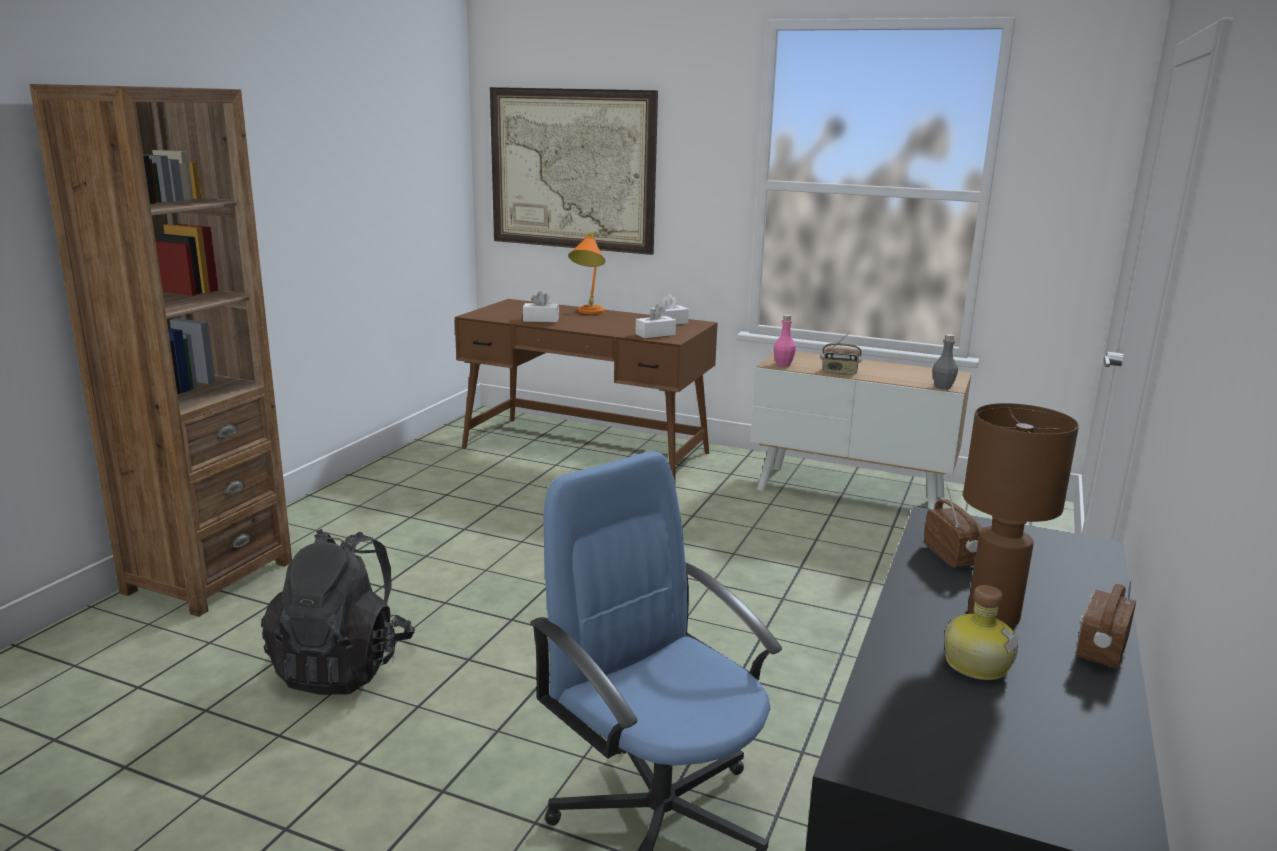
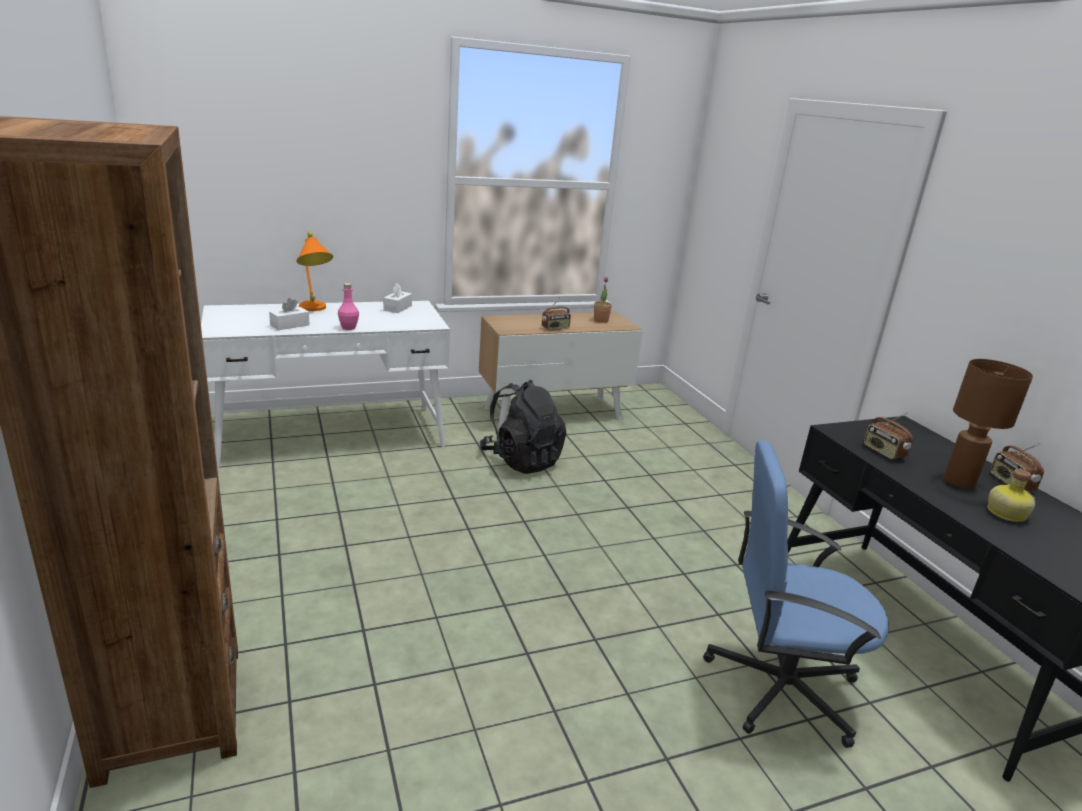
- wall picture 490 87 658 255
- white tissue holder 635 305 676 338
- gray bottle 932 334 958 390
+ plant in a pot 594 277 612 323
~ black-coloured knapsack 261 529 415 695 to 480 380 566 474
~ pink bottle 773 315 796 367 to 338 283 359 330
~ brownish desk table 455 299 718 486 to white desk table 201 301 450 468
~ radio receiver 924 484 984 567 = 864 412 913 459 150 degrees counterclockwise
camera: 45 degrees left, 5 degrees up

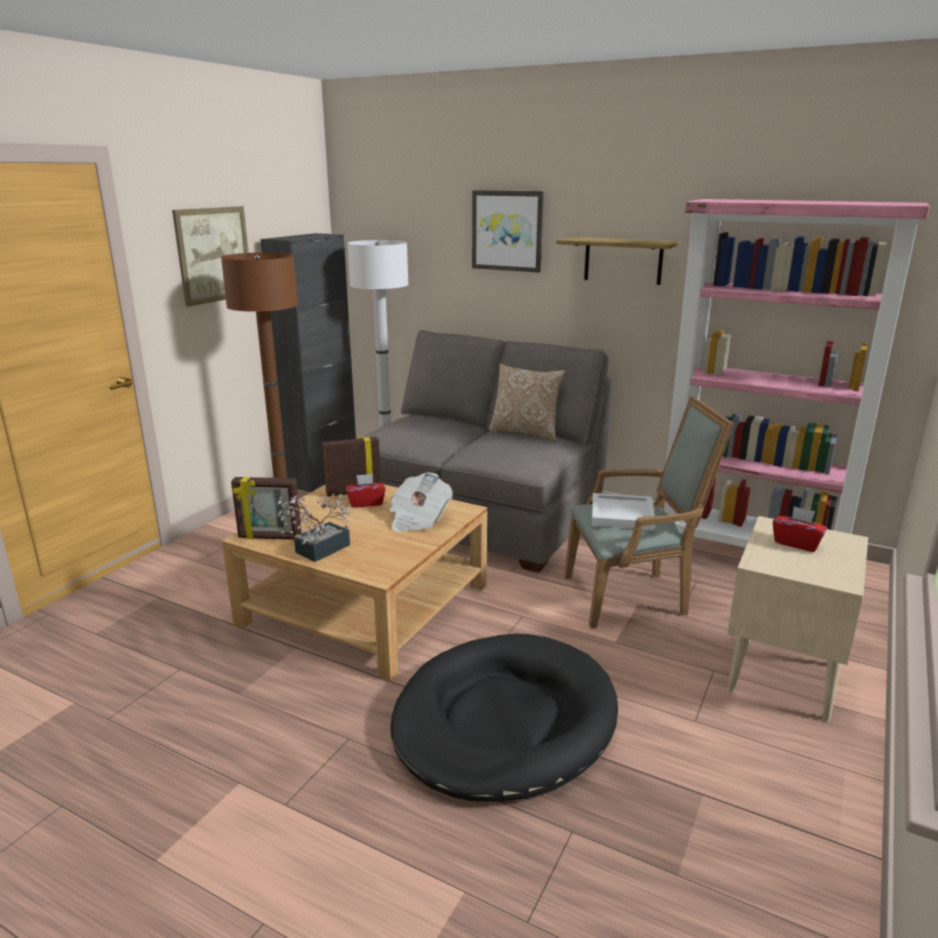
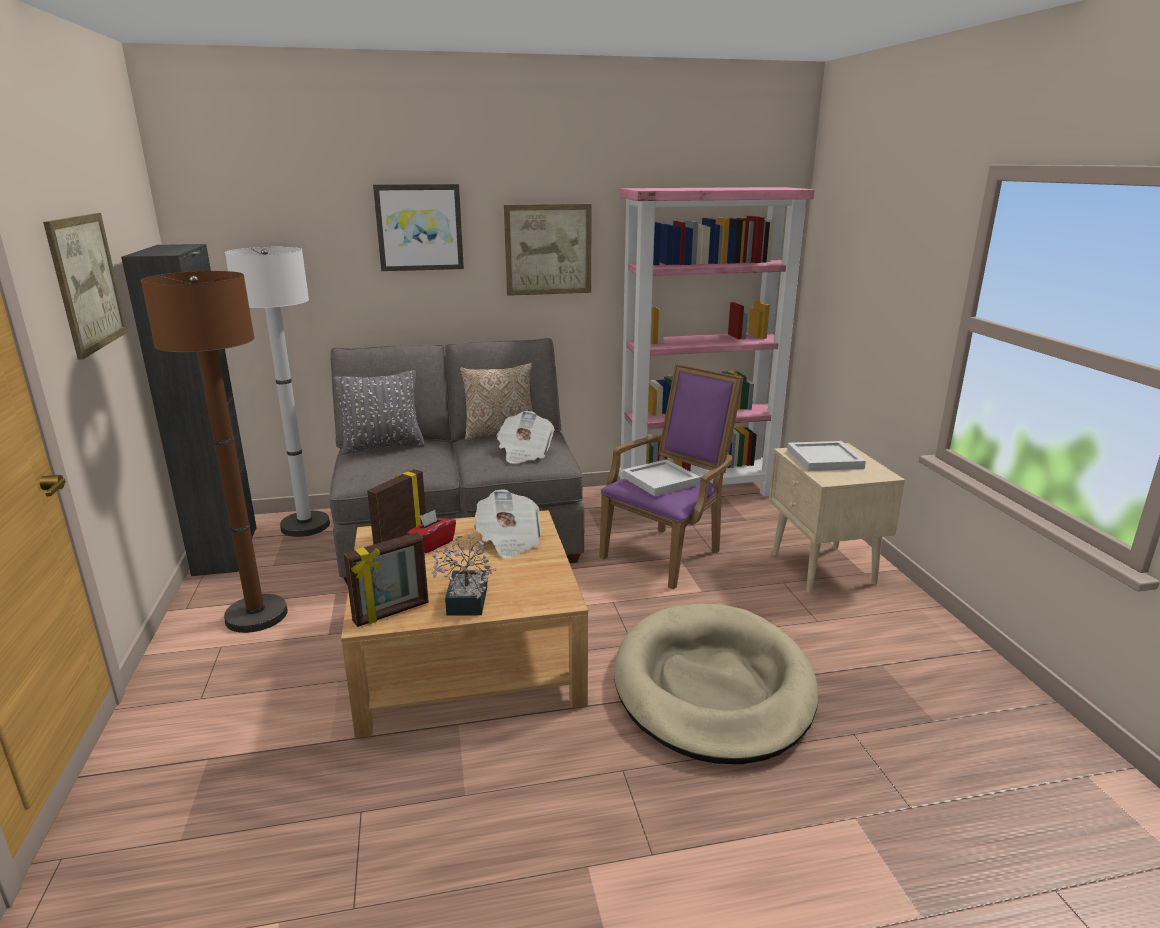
+ gray pillow 333 370 425 455
+ daily paper 497 411 555 464
~ shelf 556 237 681 285 to wall picture 504 204 592 296
~ red-coloured tissue holder 773 506 828 552 to white carrying tray 787 441 866 471
~ black-coloured pet bed 390 634 618 802 to beige-coloured pet bed 614 604 818 764
~ gray armchair 564 396 734 629 to purple armchair 599 364 744 589
camera: 40 degrees left, 0 degrees up

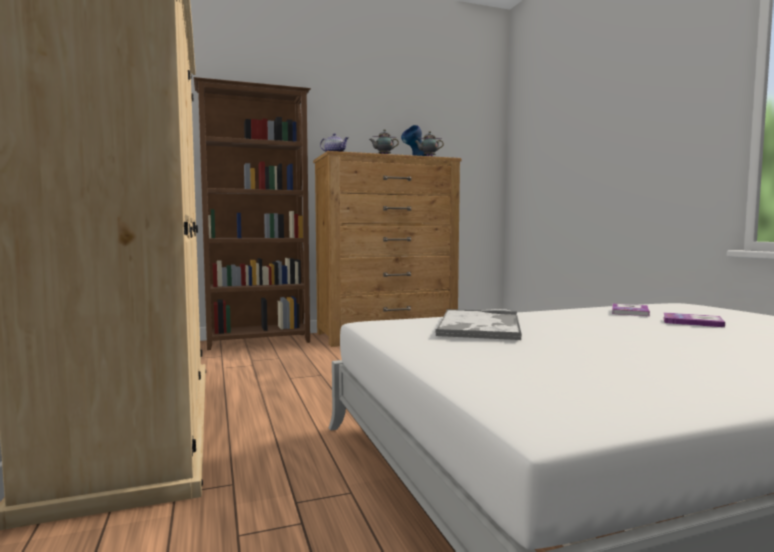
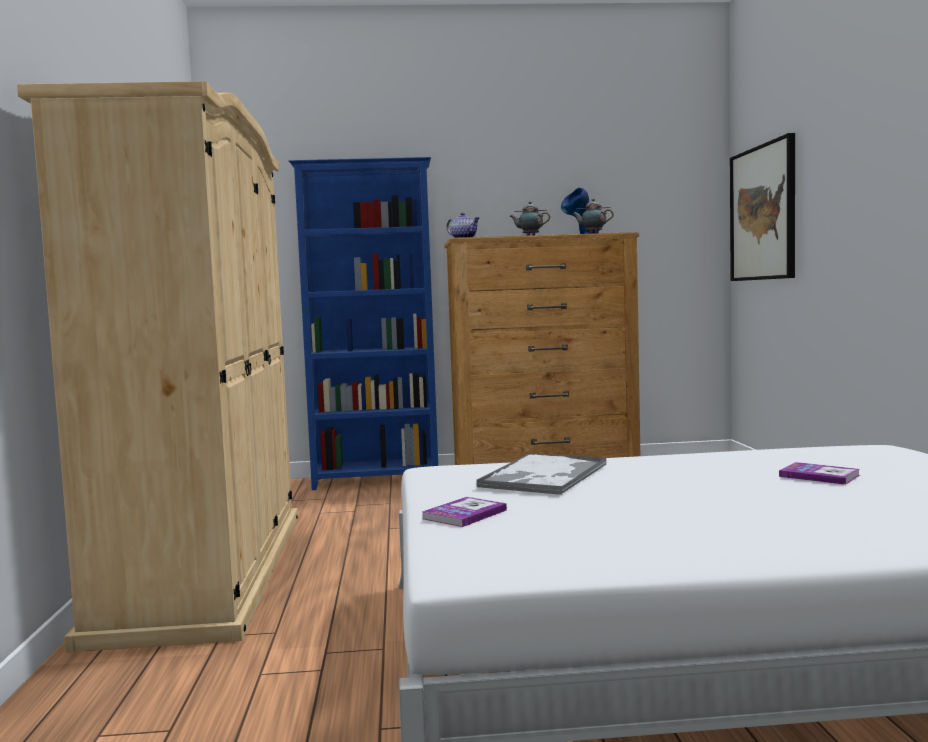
+ wall picture 730 133 795 281
~ bound book 612 304 650 316 to 422 497 507 527
~ brownish shelving unit 194 77 311 350 to bluish shelving unit 289 157 438 490
camera: 15 degrees right, 0 degrees up

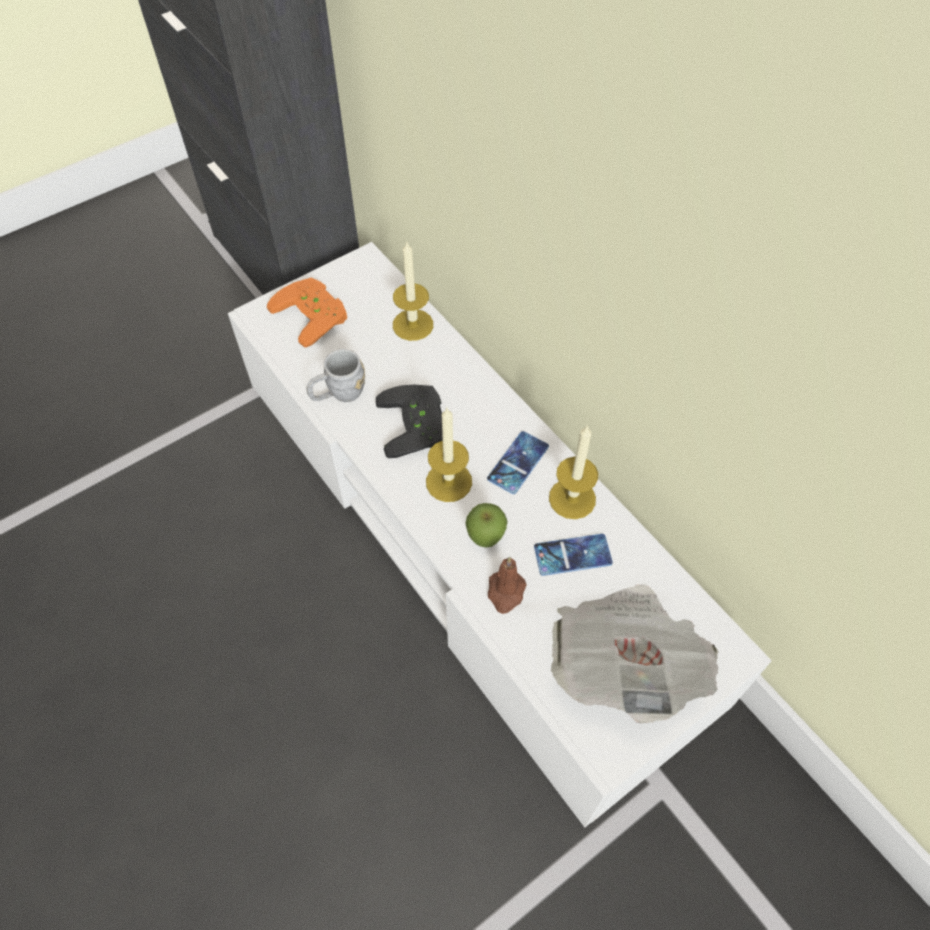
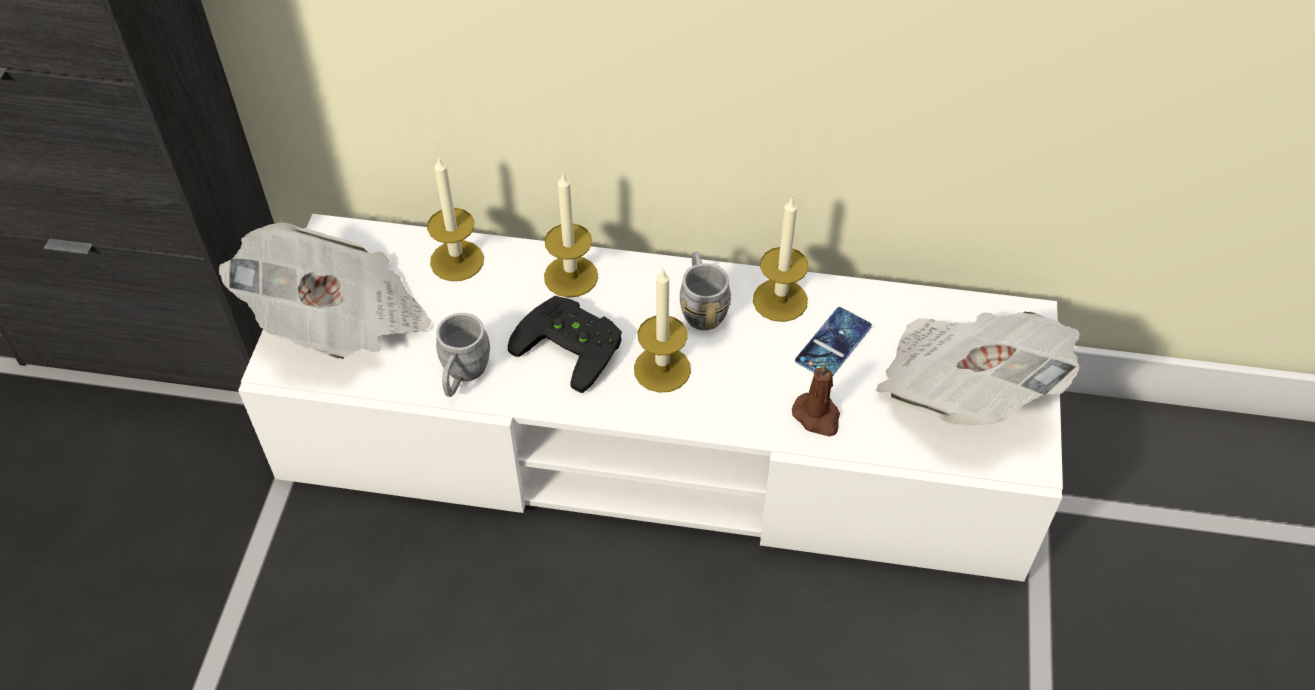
- apple 465 503 507 548
+ wax candle 544 174 598 298
~ orange gamepad 267 277 347 348 to daily paper 219 222 432 359
~ handset 487 431 549 494 to gray tea mug 680 252 731 331
camera: 45 degrees left, 5 degrees down

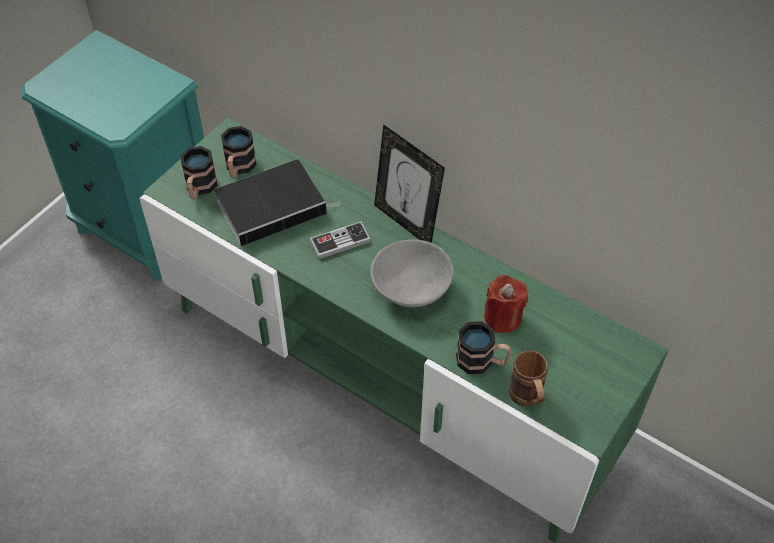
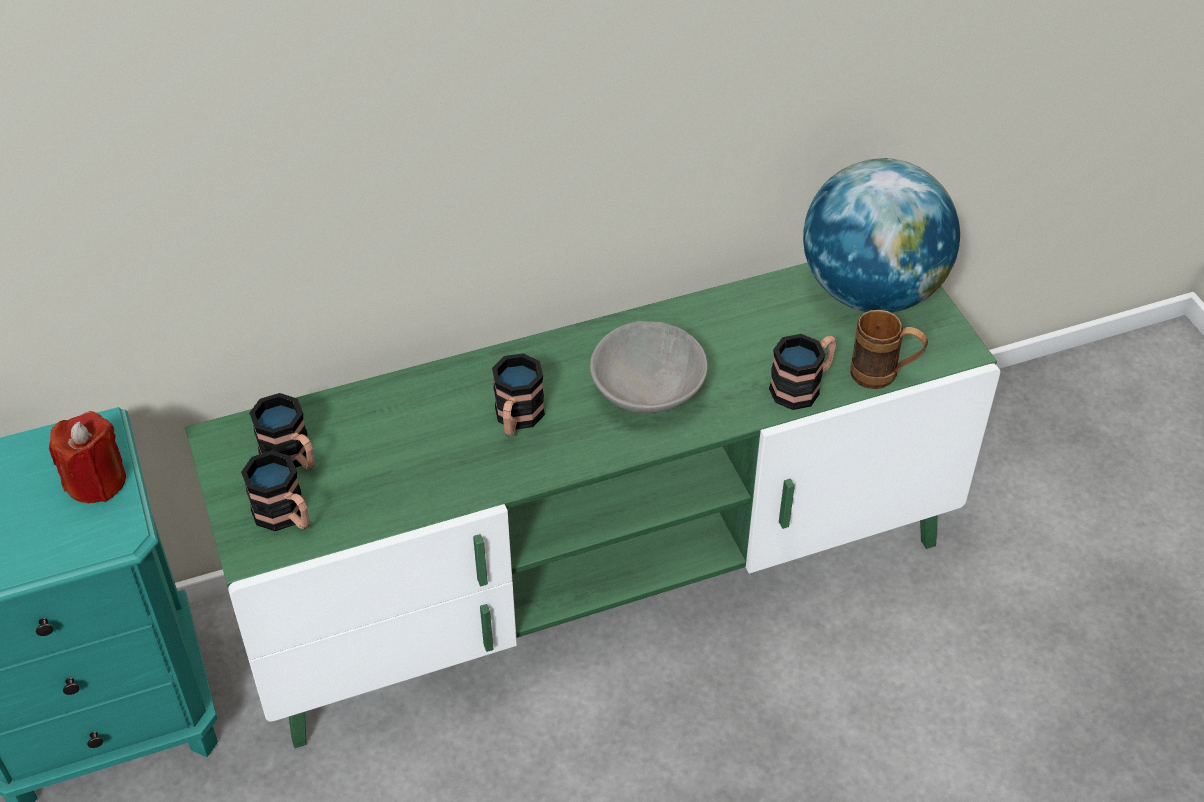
- bound book 214 159 341 246
- picture frame 374 124 445 243
+ globe 803 158 960 312
~ red-coloured wax candle 484 275 528 333 to 49 411 126 503
~ gamepad 309 221 371 259 to tea mug 492 353 545 436
camera: 55 degrees left, 5 degrees down

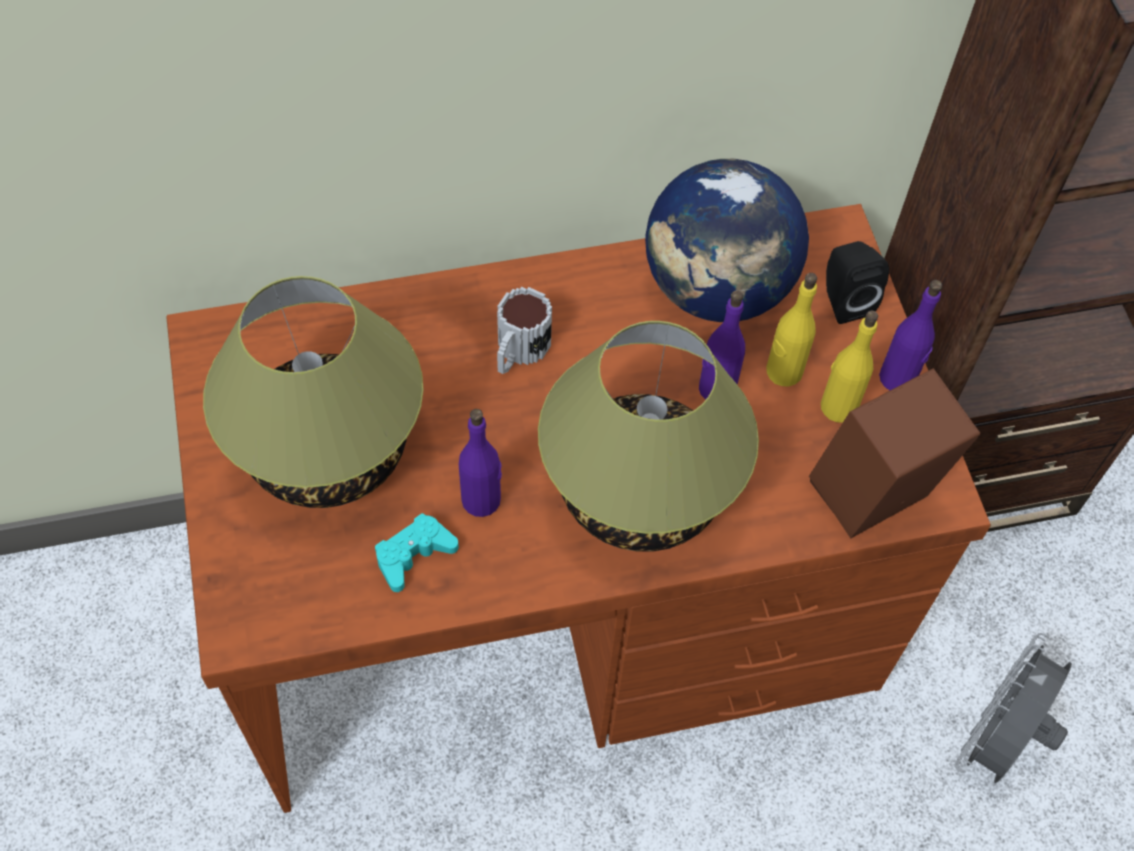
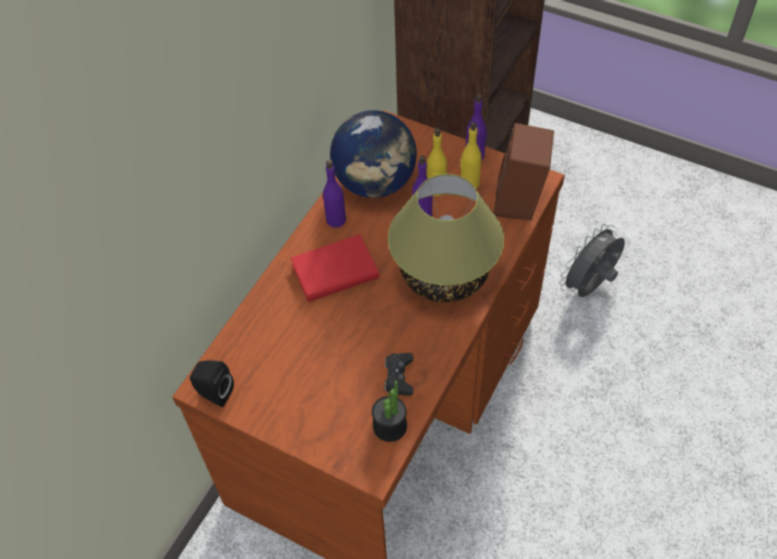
- table lamp 203 276 423 508
+ plant in a pot 372 381 407 442
~ purple bottle 459 409 502 517 to 323 160 346 228
~ black-coloured speaker 826 241 889 324 to 190 360 234 407
~ tea mug 497 287 552 374 to red-coloured bound book 291 234 379 302
~ turquoise gamepad 375 513 459 592 to black-coloured gamepad 384 353 413 396
~ gray cooling fan 955 633 1072 783 = 559 224 625 297 60 degrees clockwise
camera: 45 degrees left, 5 degrees down

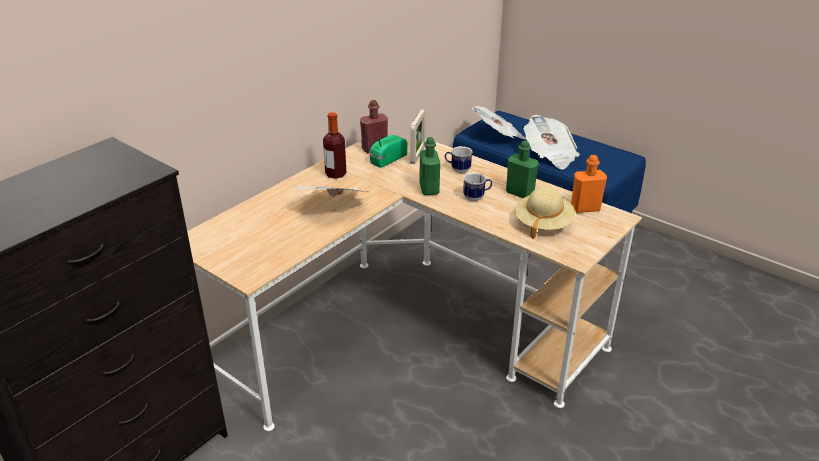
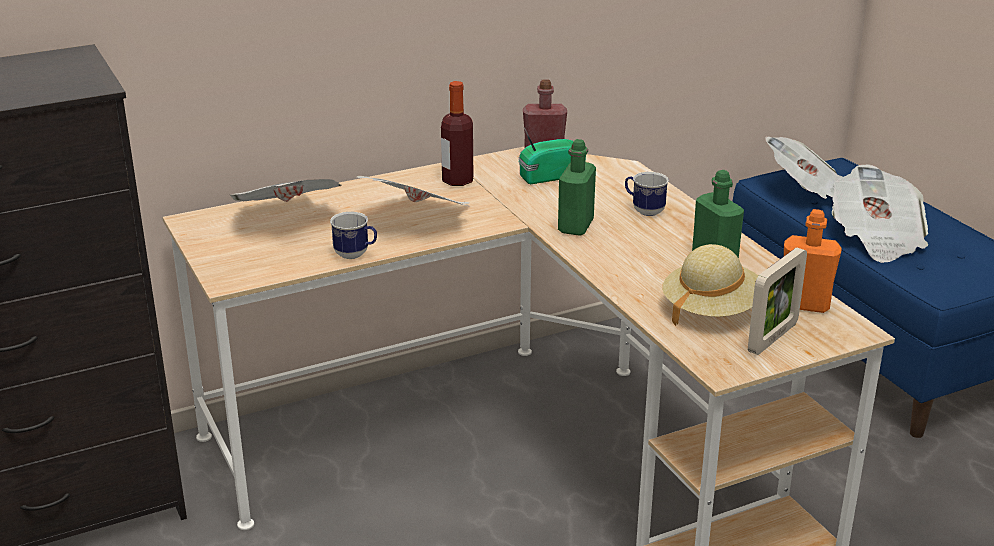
+ daily paper 230 179 342 202
~ picture frame 410 109 425 164 to 748 247 807 355
~ tea mug 463 173 492 201 to 330 212 377 259
camera: 25 degrees right, 5 degrees down

